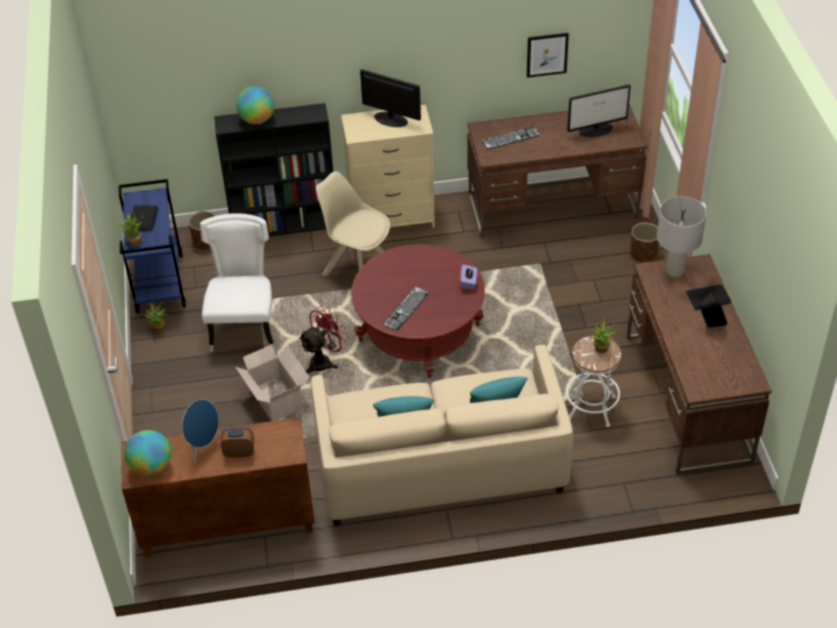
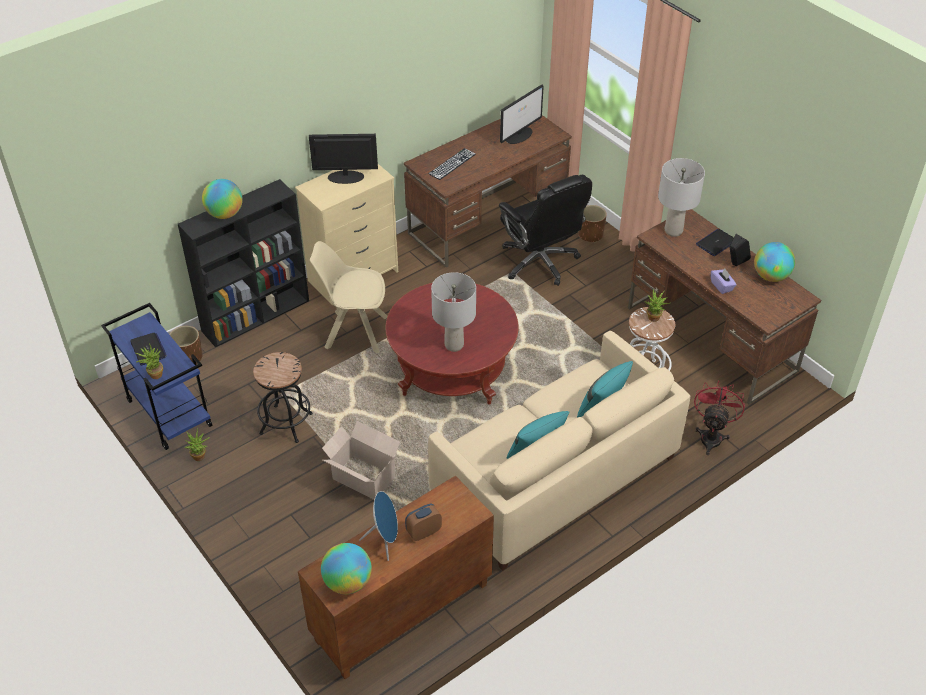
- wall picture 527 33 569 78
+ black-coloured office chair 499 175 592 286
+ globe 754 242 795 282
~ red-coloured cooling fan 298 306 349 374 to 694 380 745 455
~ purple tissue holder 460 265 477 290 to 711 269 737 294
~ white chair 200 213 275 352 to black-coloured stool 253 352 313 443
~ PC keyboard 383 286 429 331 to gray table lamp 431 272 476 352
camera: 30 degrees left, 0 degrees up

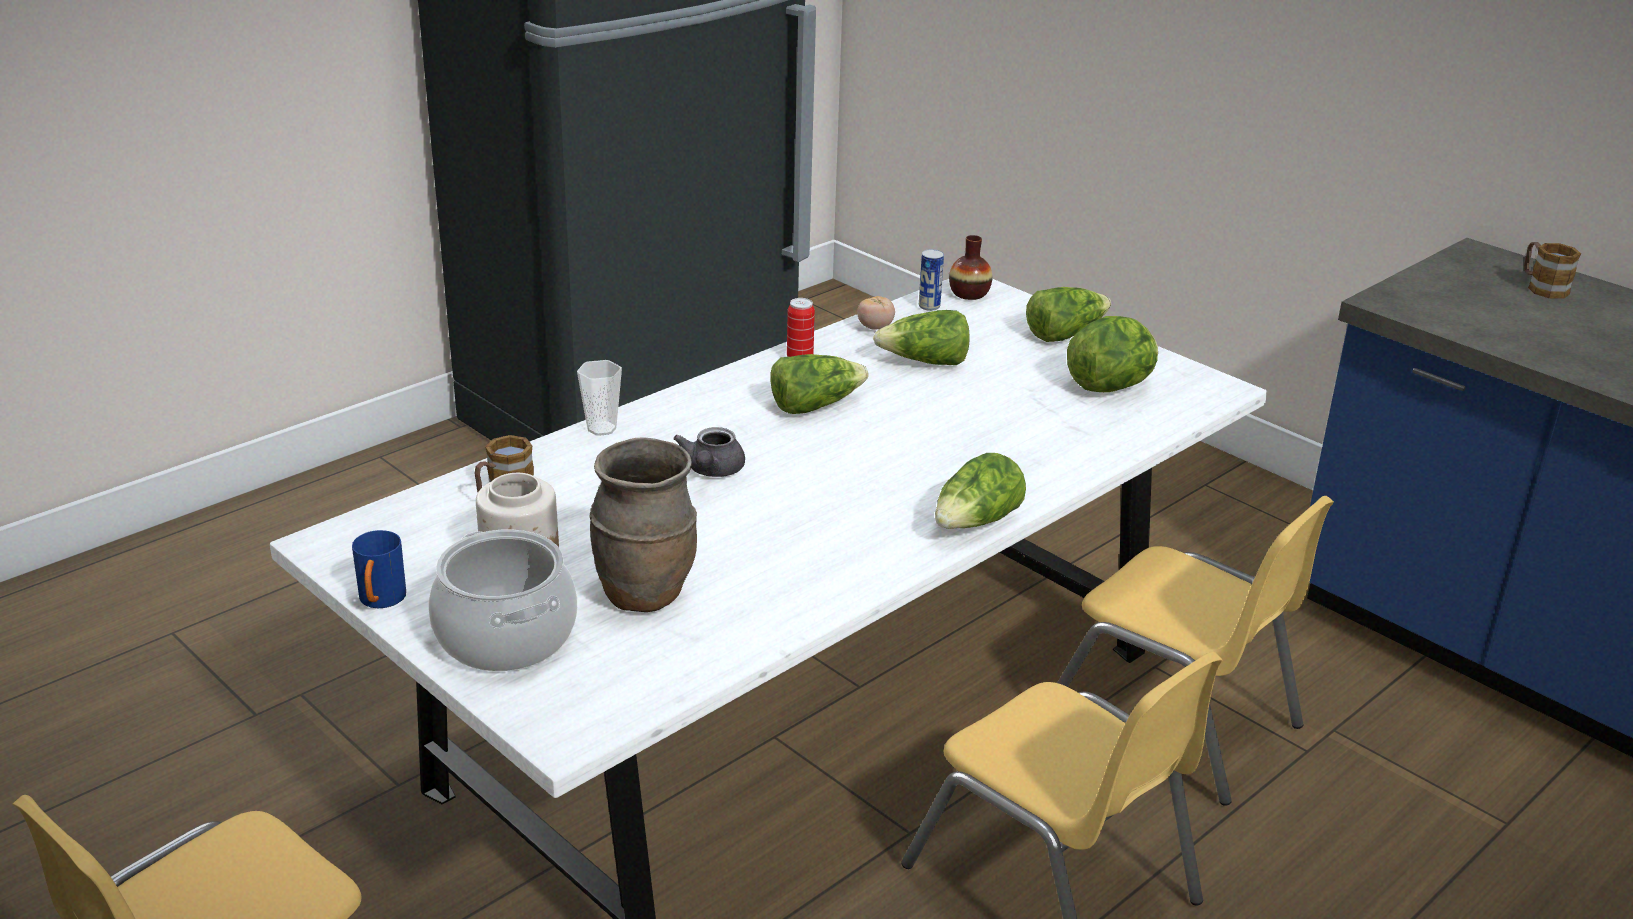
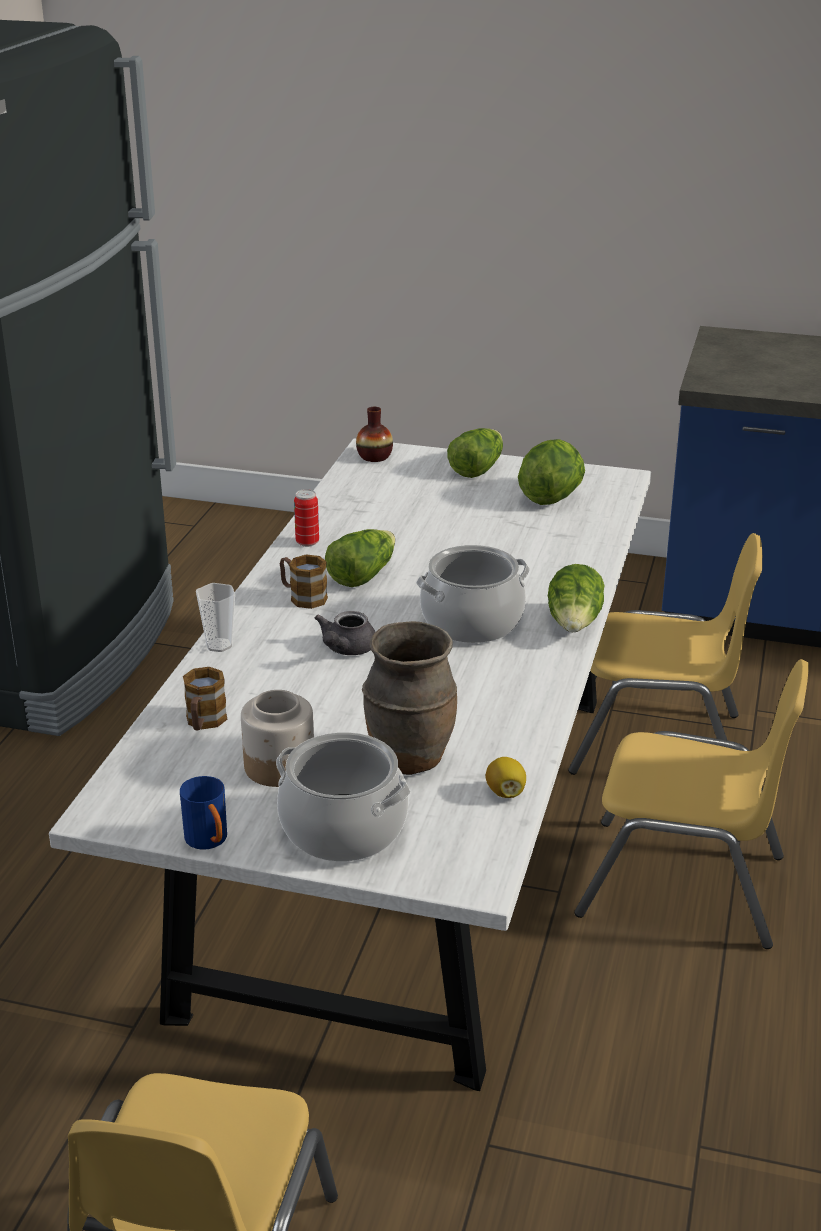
- tomato 857 296 895 330
- lettuce 873 310 969 365
- metal can 919 249 944 311
+ cooking pot 416 545 530 643
+ whole lemon 485 757 526 798
~ tea mug 1524 242 1581 299 to 280 555 328 609
~ gray teapot 673 427 745 477 = 314 611 375 655 45 degrees clockwise
camera: 30 degrees left, 0 degrees up

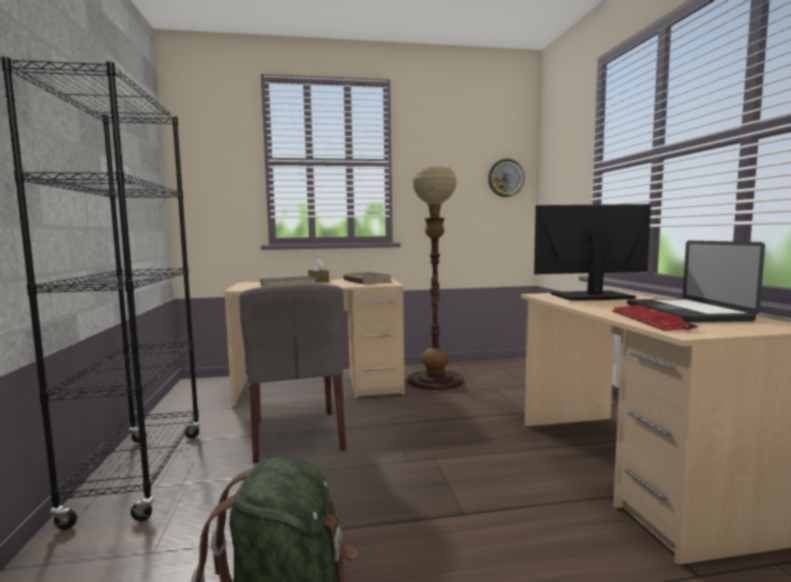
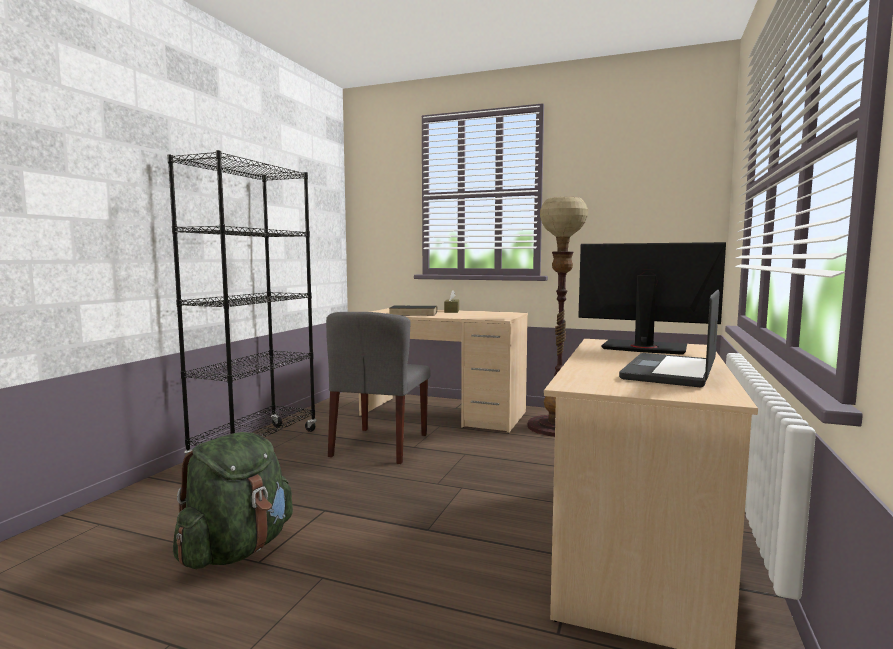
- brownish bound book 343 272 391 284
- clock on the wall 488 159 525 197
- PC keyboard 612 305 698 331
camera: 30 degrees right, 0 degrees up

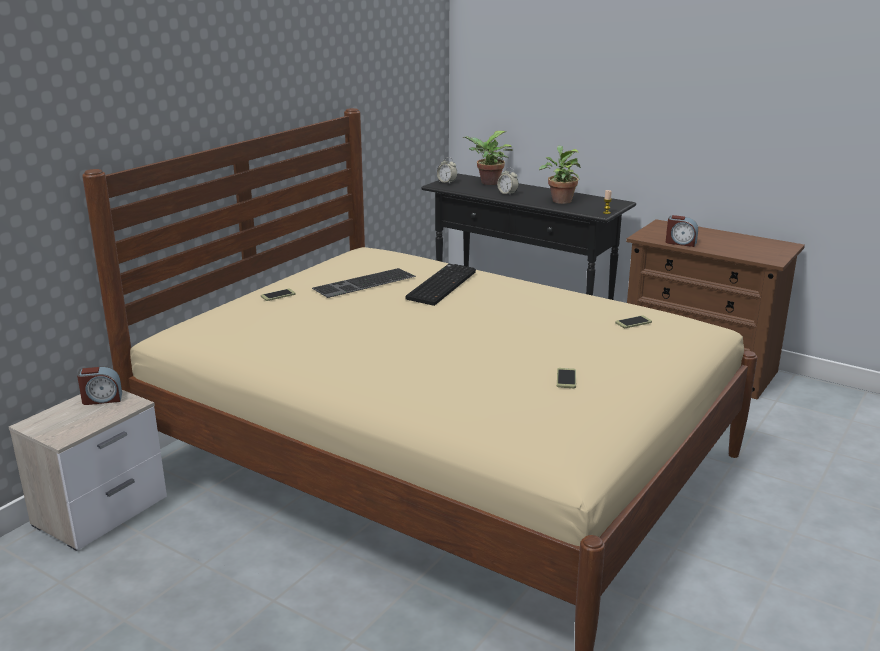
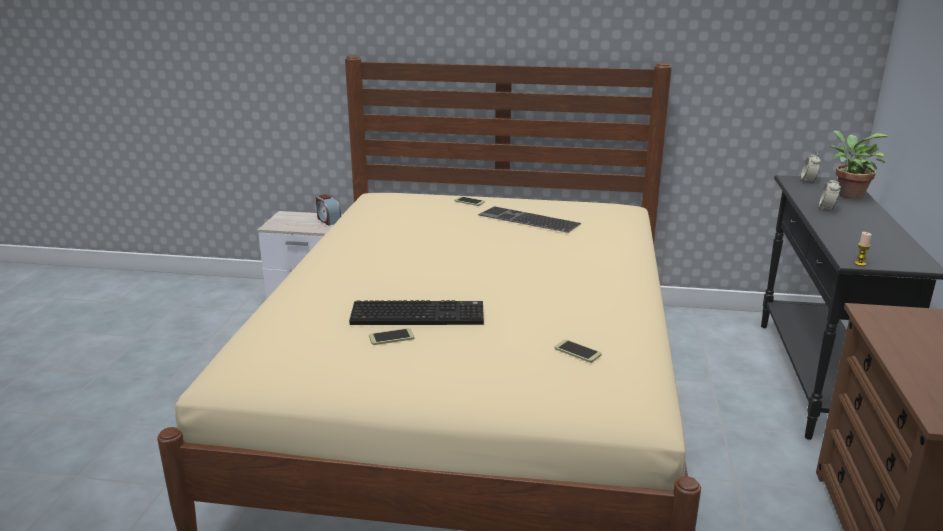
- plant in a pot 539 146 581 204
- alarm clock 666 215 698 247
~ PC keyboard 406 264 476 306 to 349 300 484 325
camera: 65 degrees right, 0 degrees up

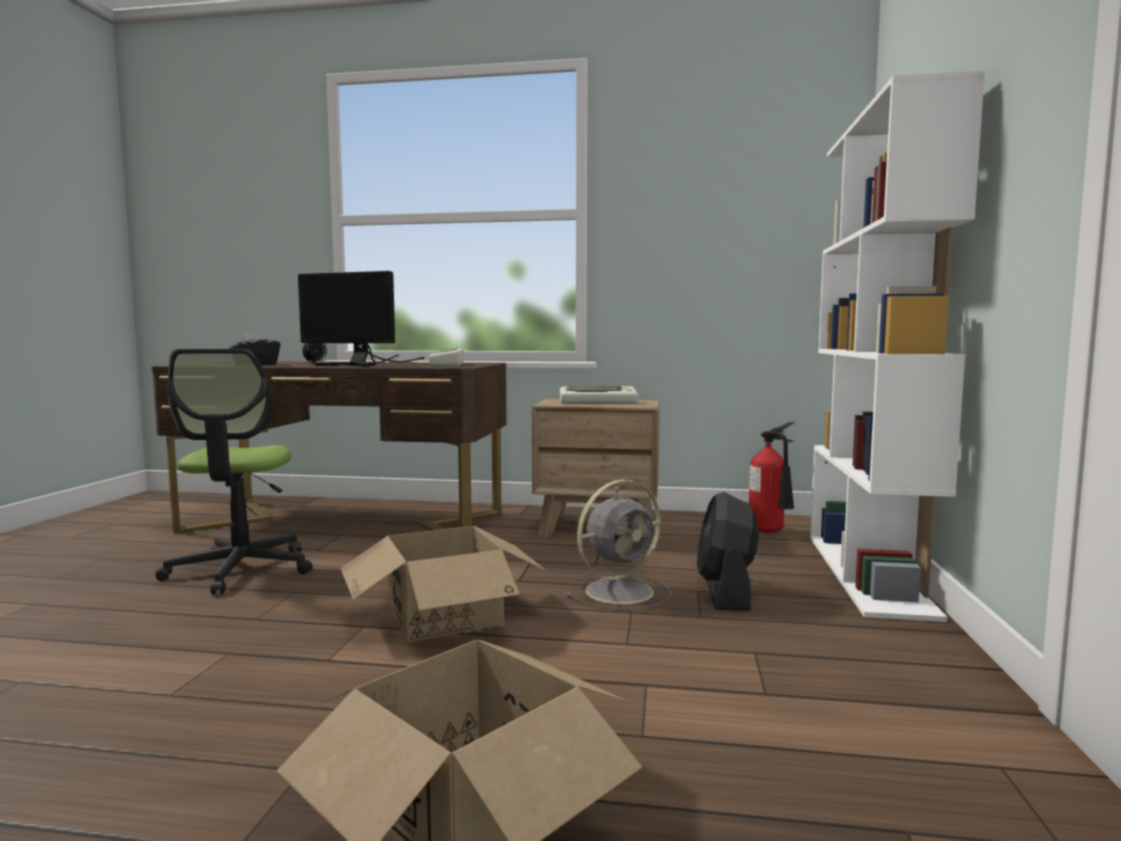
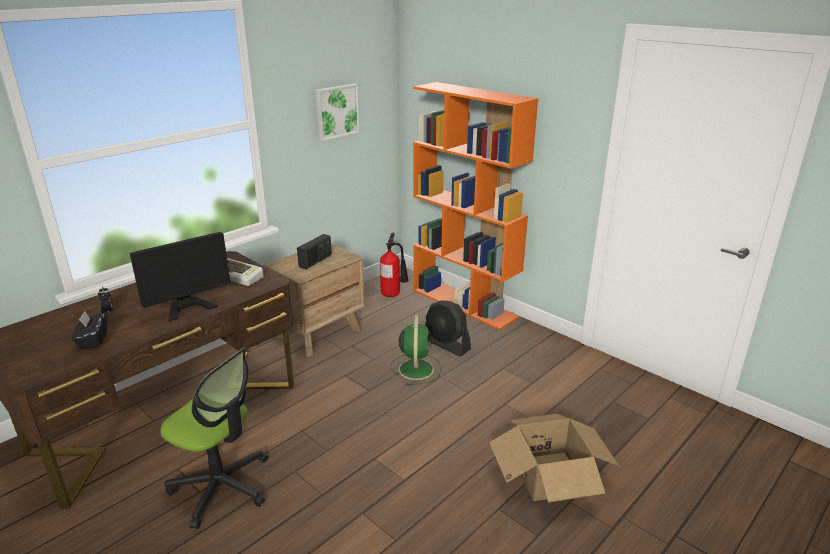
- cardboard box 340 526 548 642
+ wall picture 315 84 359 141
~ PC keyboard 560 386 639 404 to radio receiver 297 234 332 269
~ gray cooling fan 565 479 672 610 to green cooling fan 391 314 441 386
~ white shelving unit 810 70 985 622 to orange shelving unit 413 82 538 330
camera: 55 degrees left, 20 degrees up

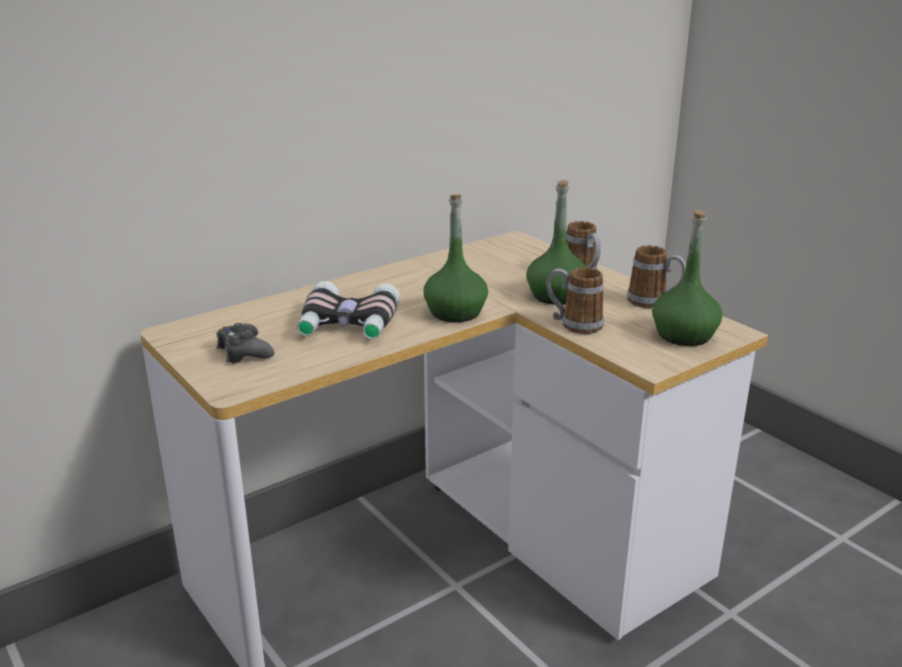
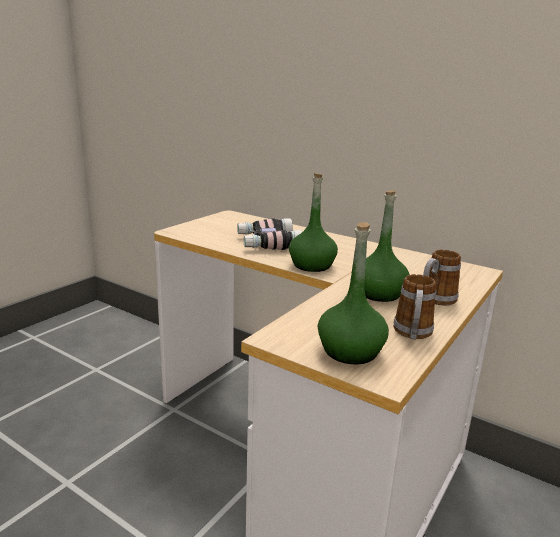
- black-coloured gamepad 216 323 274 363
- tea mug 547 267 604 334
camera: 70 degrees right, 5 degrees down

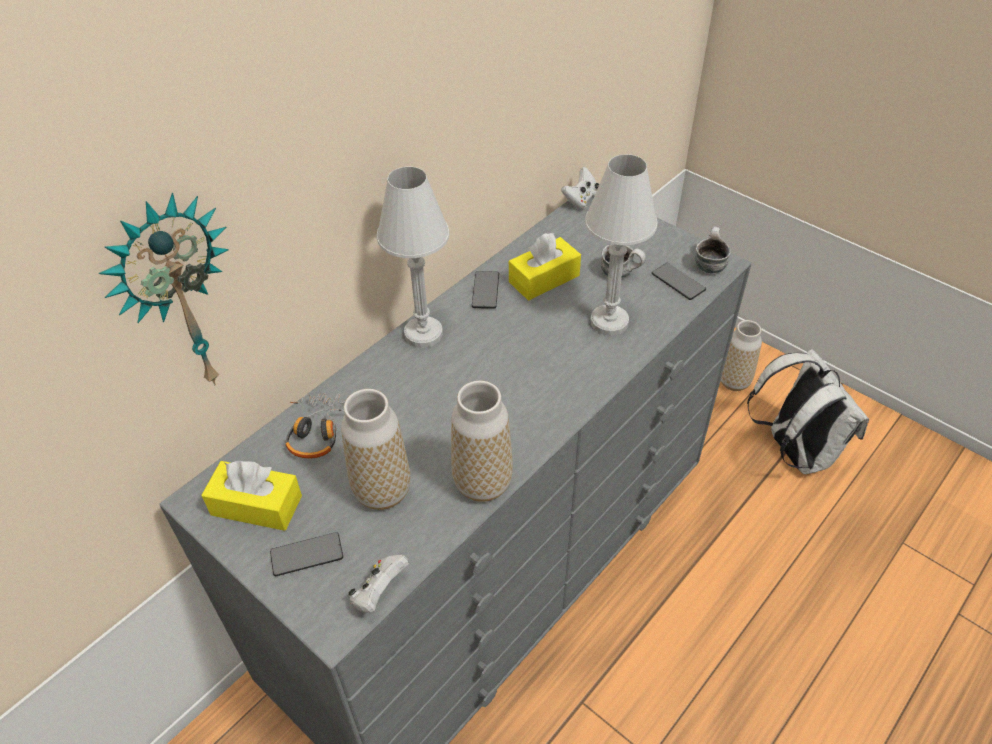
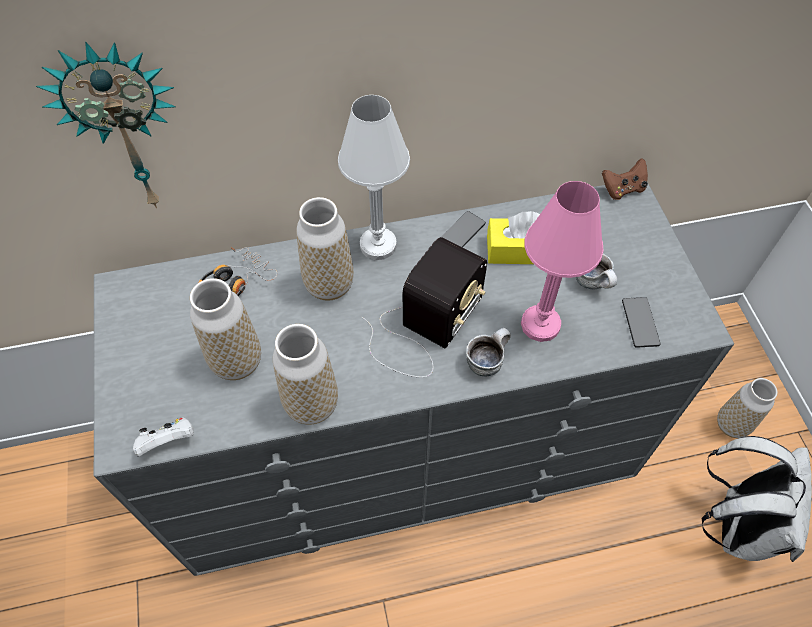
- yellow-coloured tissue holder 201 460 302 531
- handset 270 532 343 576
+ decorative vase 296 197 354 301
+ radio receiver 361 237 487 377
~ tea mug 695 227 731 273 to 466 328 511 376
~ white gamepad 561 167 599 209 to brownish gamepad 602 158 648 200
~ white table lamp 585 154 658 336 to pink table lamp 521 181 603 342
camera: 35 degrees right, 10 degrees up

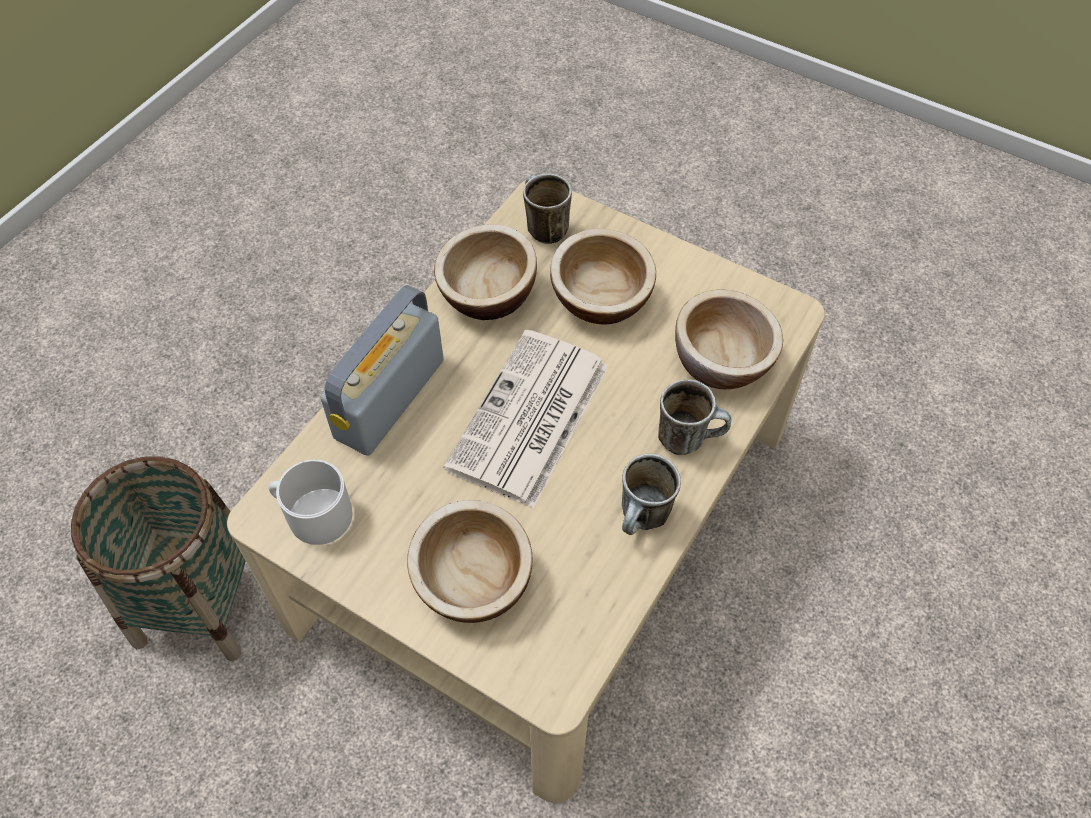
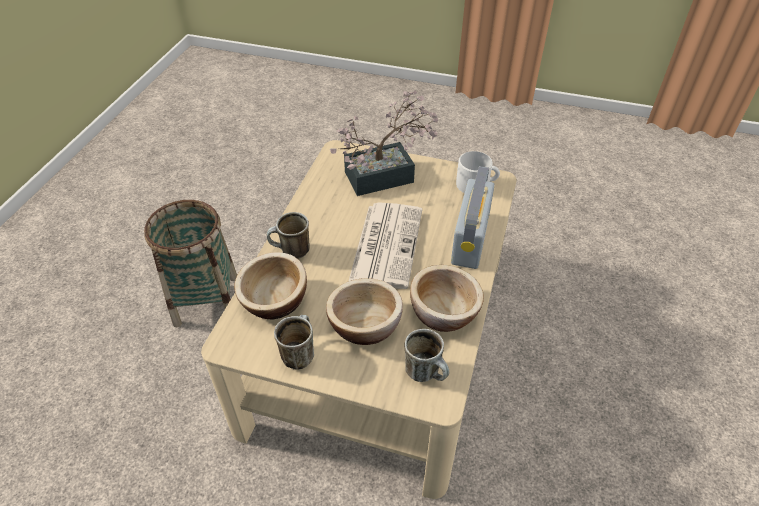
~ basket 71 456 246 661 to 144 200 237 327
~ tea mug 622 454 681 535 to 274 315 314 370
~ deep dish 407 500 532 623 to plant in a pot 330 90 438 196
camera: 165 degrees right, 10 degrees down

